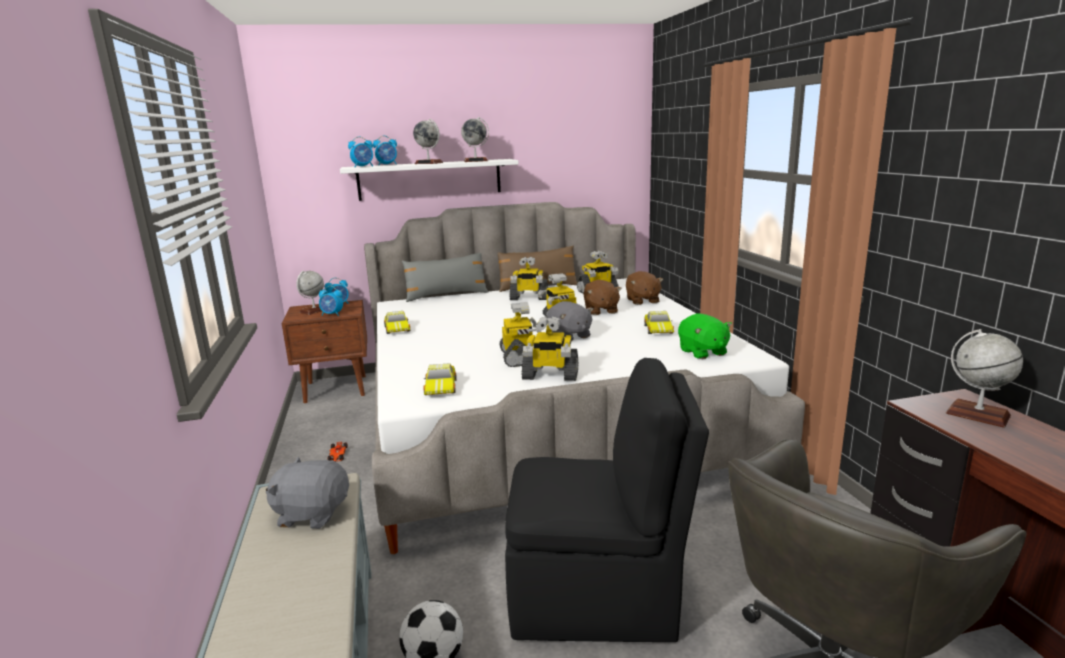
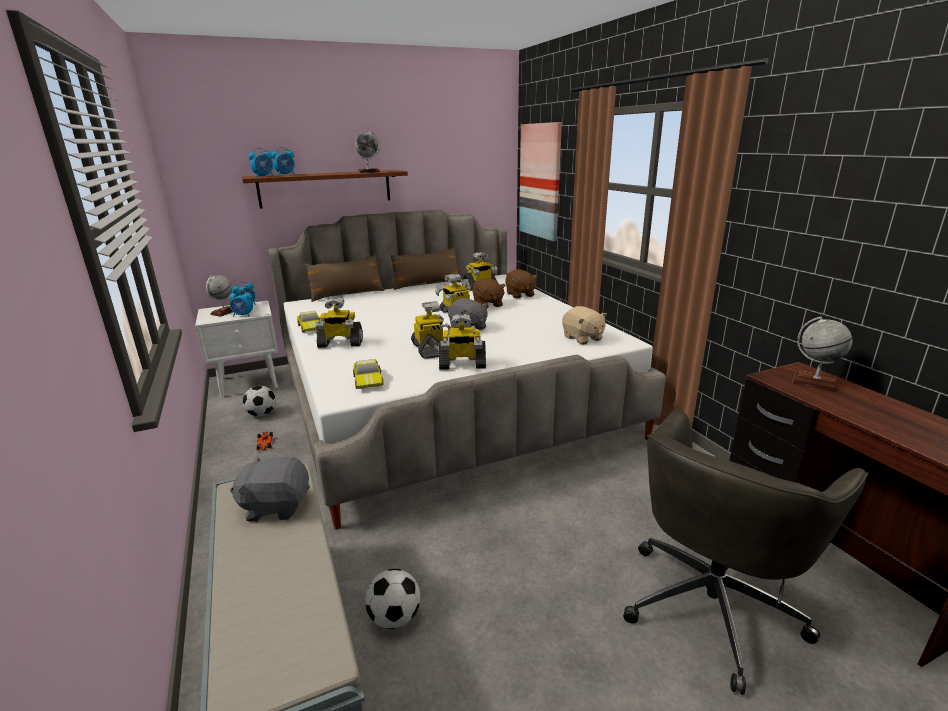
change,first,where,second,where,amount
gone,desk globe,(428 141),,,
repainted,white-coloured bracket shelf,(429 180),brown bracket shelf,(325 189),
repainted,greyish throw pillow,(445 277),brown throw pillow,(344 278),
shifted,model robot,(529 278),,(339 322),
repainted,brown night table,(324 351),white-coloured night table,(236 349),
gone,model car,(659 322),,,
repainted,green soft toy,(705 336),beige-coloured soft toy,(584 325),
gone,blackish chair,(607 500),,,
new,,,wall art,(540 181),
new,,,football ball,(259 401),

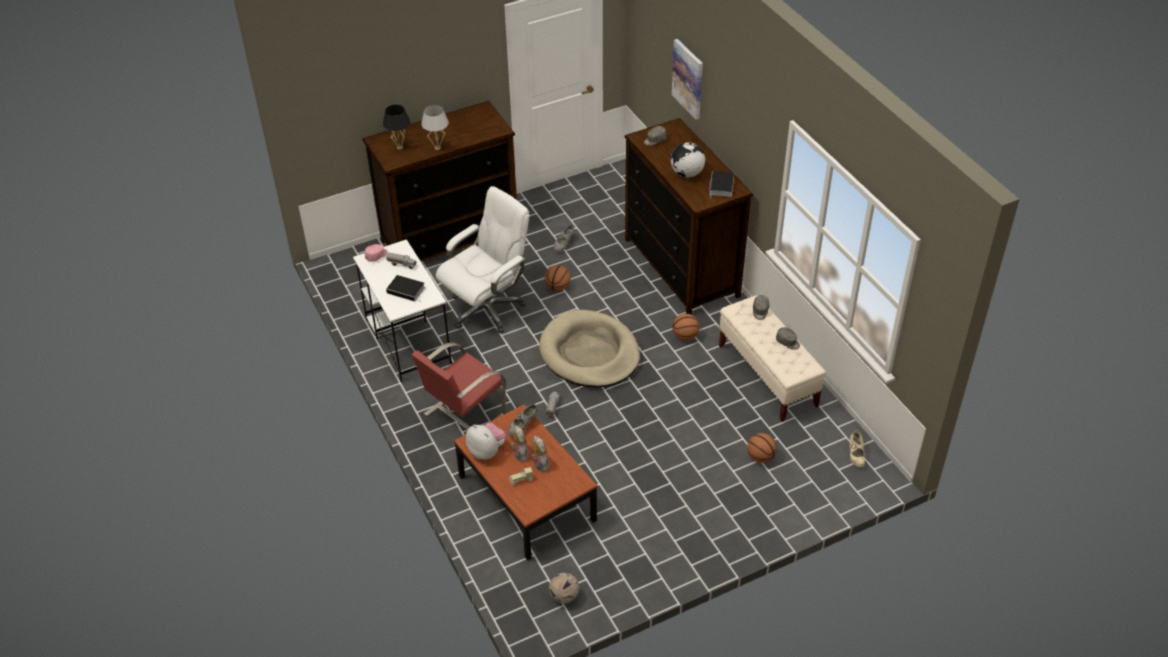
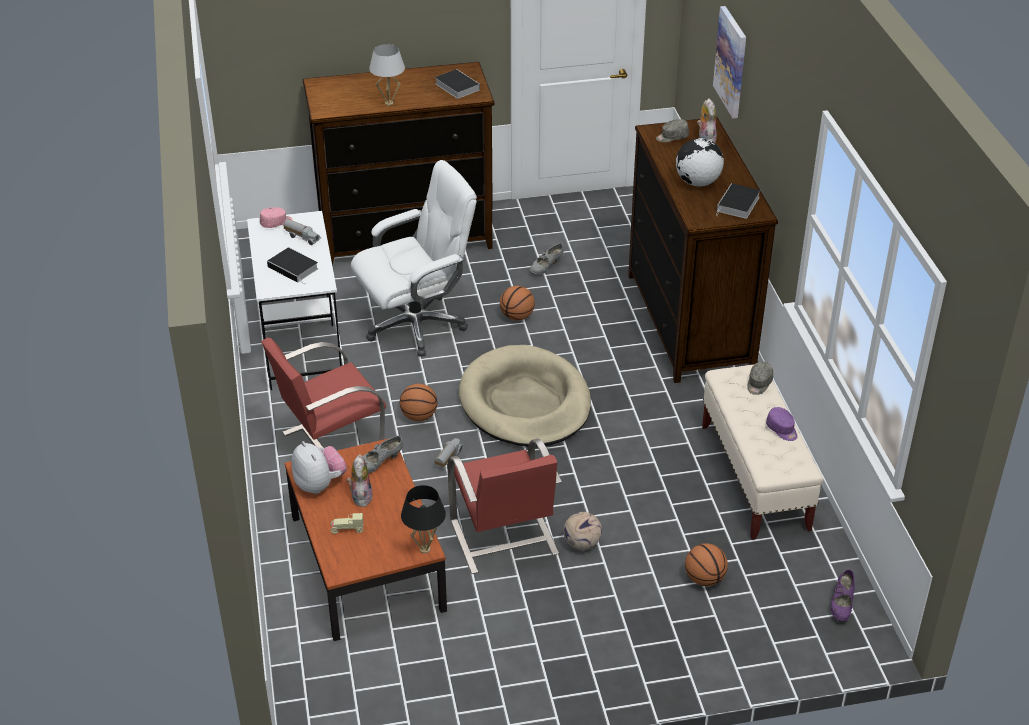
change,first,where,second,where,amount
shifted,blackish lamp for a table,(396 127),,(423 519),
shifted,basketball ball,(686 327),,(418 402),
repainted,greyish peaked cap,(788 338),purple-coloured peaked cap,(782 424),
repainted,beige-coloured shoe,(857 449),purple-coloured shoe,(843 595),
shifted,soft toy,(540 454),,(707 120),
shifted,football ball,(564 588),,(582 531),
new,,,book,(457 84),
new,,,reddish chair,(504 506),

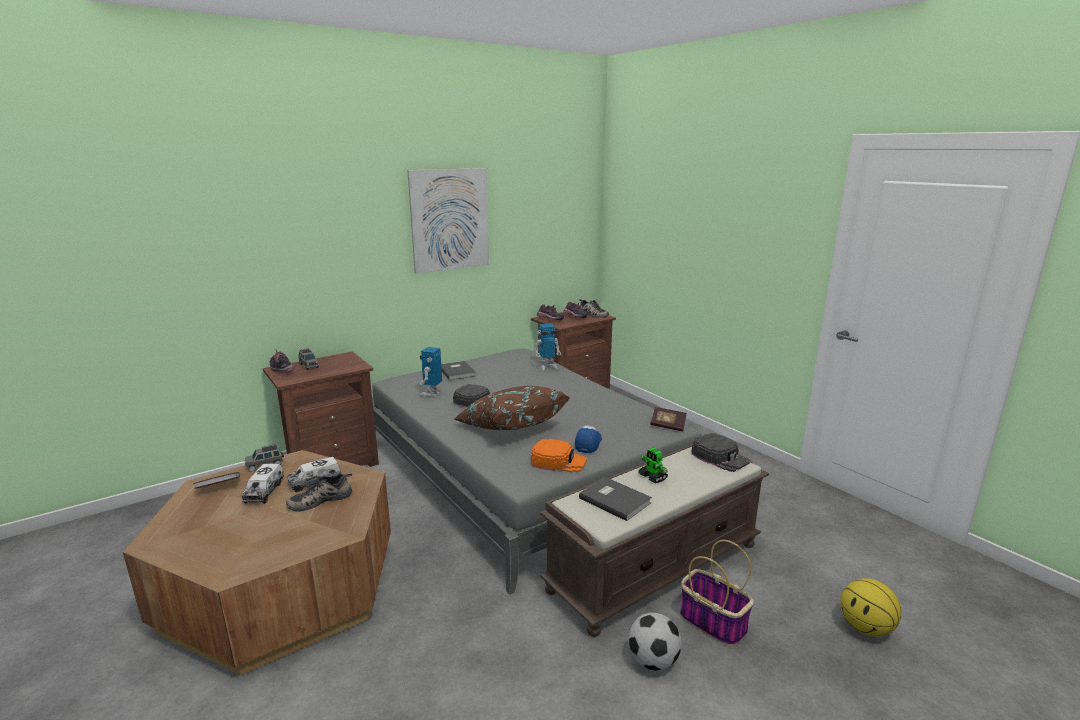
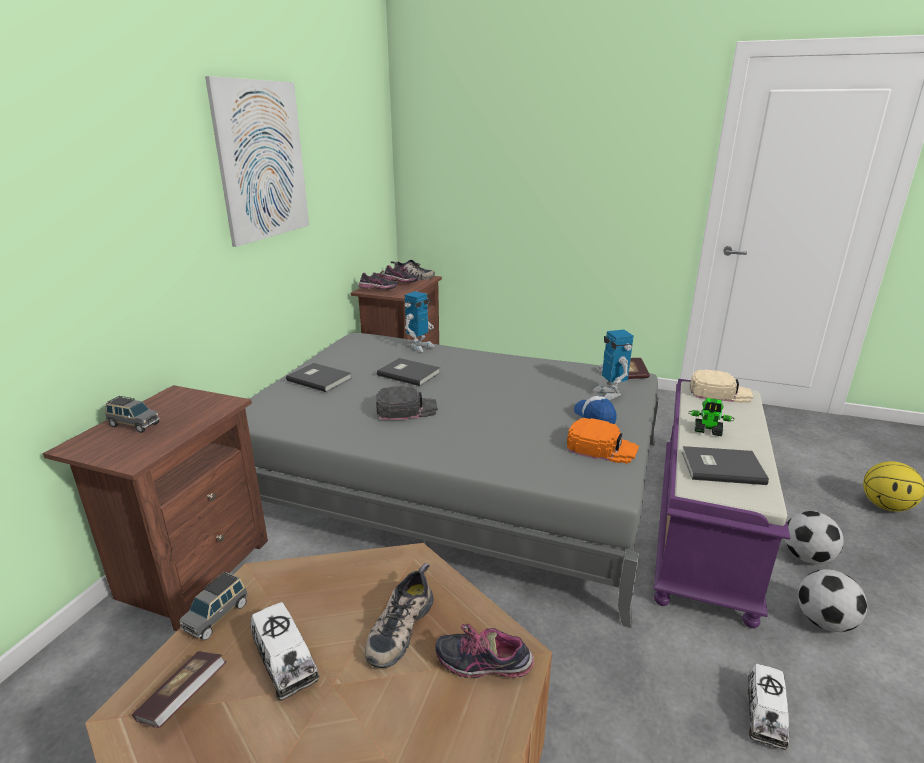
change,first,where,second,where,amount
shifted,model robot,(430 372),,(613 365),
shifted,shoe,(282 362),,(484 651),
gone,brown throw pillow,(512 408),,,
repainted,blackish peaked cap,(720 452),beige-coloured peaked cap,(721 386),
rotated,orangey peaked cap,(559 455),,(603 441),45 degrees clockwise
repainted,brown indoor bench,(654 540),purple-coloured indoor bench,(722 503),
shifted,toy lorry,(314 474),,(769 706),
swapped,storage basket,(717 593),football ball,(814 537),
new,,,greyish book,(409 372),

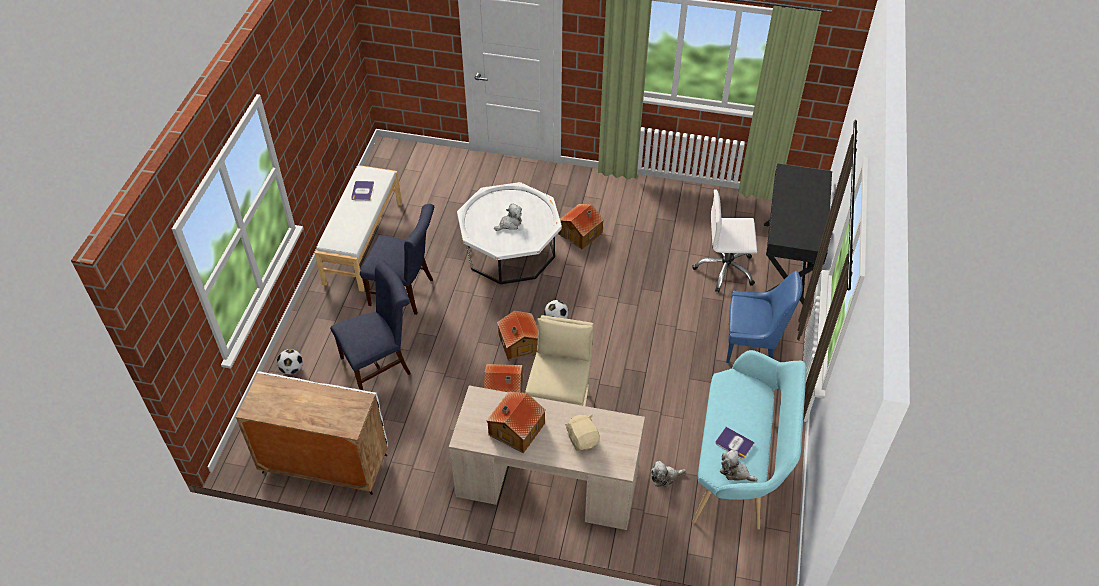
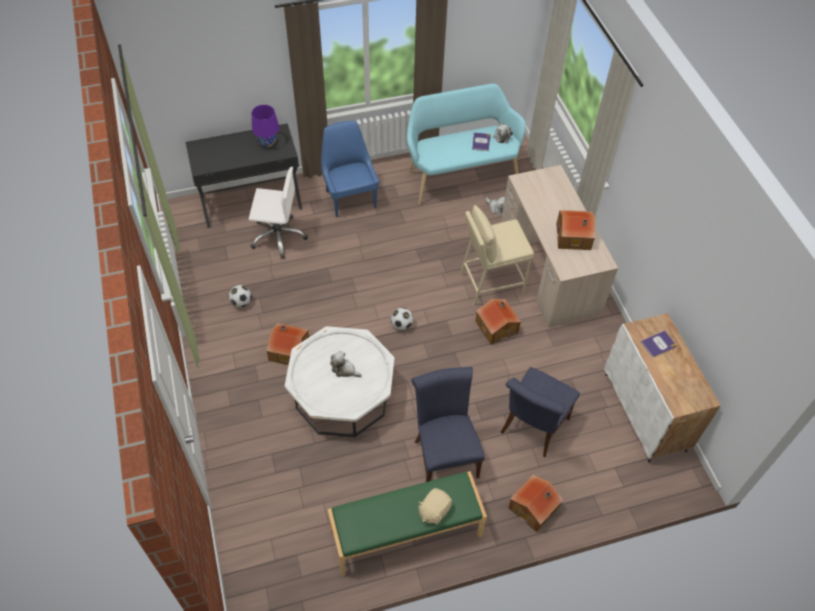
change,first,where,second,where,amount
repainted,white-coloured indoor bench,(358 228),green indoor bench,(407 523),
shifted,book,(362 191),,(658 343),
rotated,white-coloured office chair,(725 241),,(278 213),60 degrees counterclockwise
rotated,blue-coloured chair,(370 325),,(540 412),90 degrees counterclockwise
shifted,miniature house,(517 336),,(535 503),
shifted,football ball,(290 361),,(240 296),
shifted,beige-coloured soft toy,(582 432),,(435 506),
new,,,purple-coloured lamp for a table,(265 126),

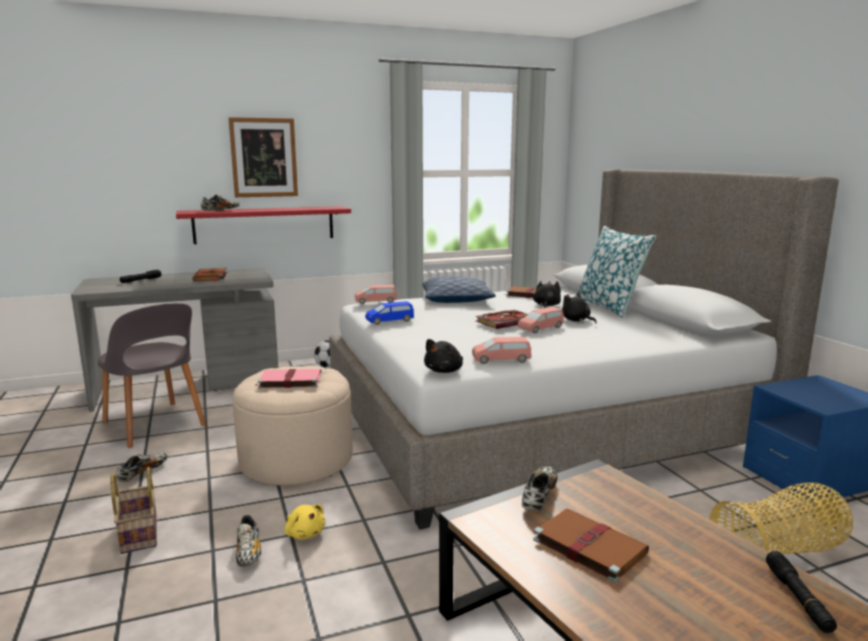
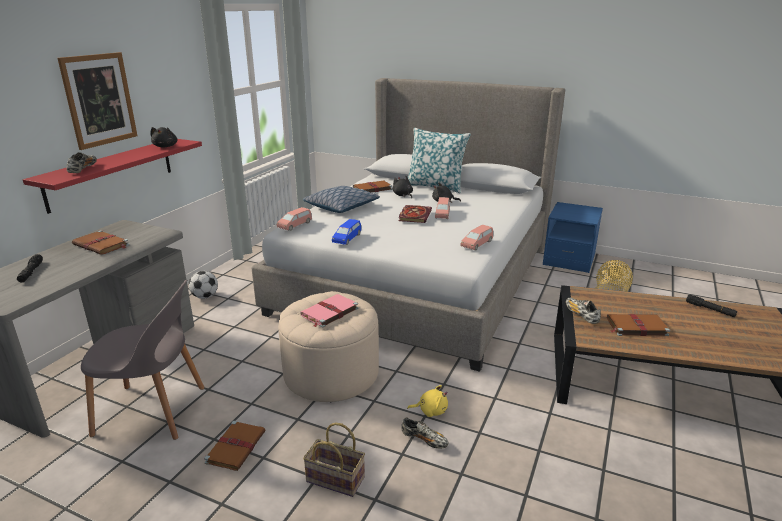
change,first,where,second,where,amount
shifted,blackish soft toy,(443 356),,(163 137),
swapped,shoe,(141 467),brown book,(235 446),

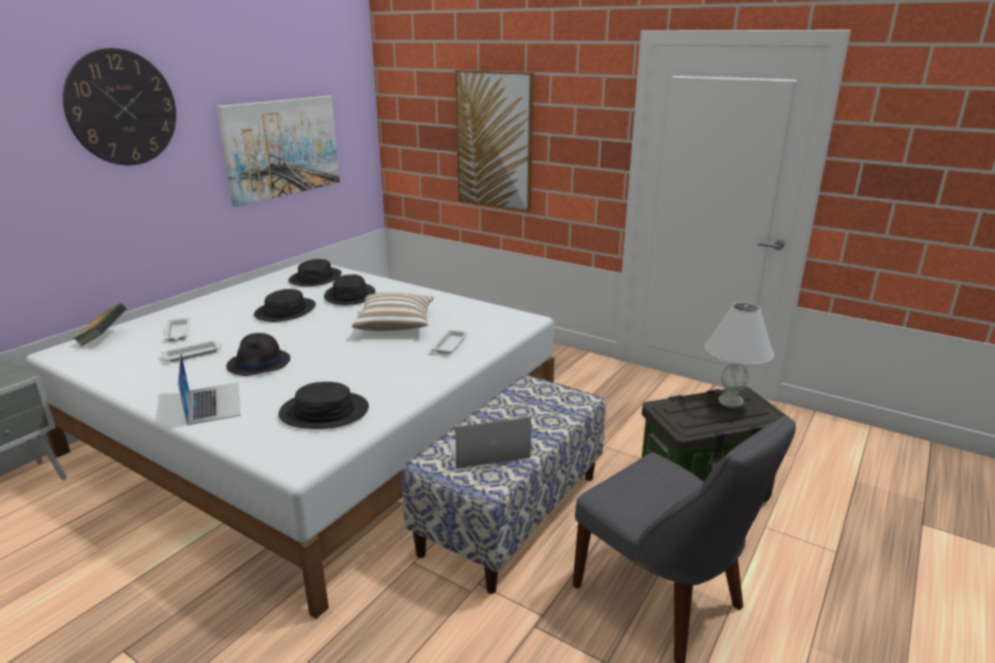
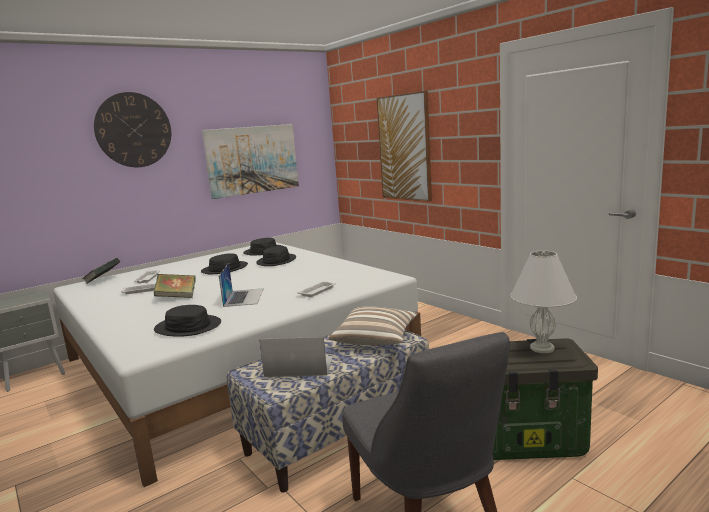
change,first,where,second,where,amount
shifted,throw pillow,(392 312),,(373 325),
swapped,blackish hat,(258 354),book,(175 286),
shifted,portable computer,(209 388),,(241 285),

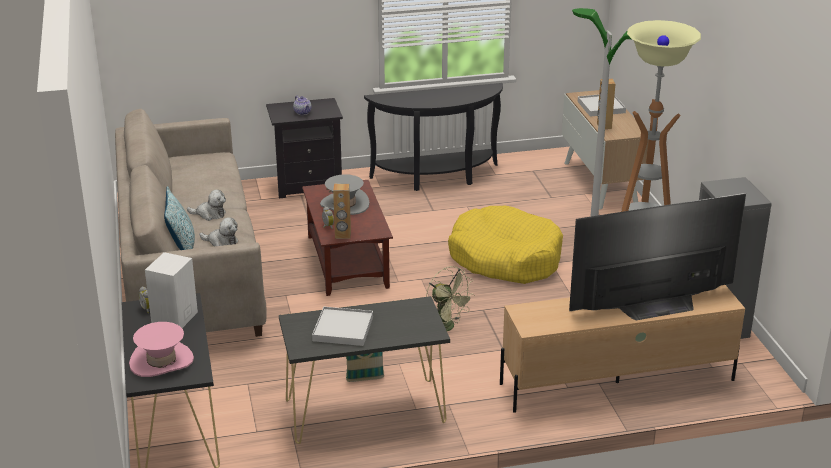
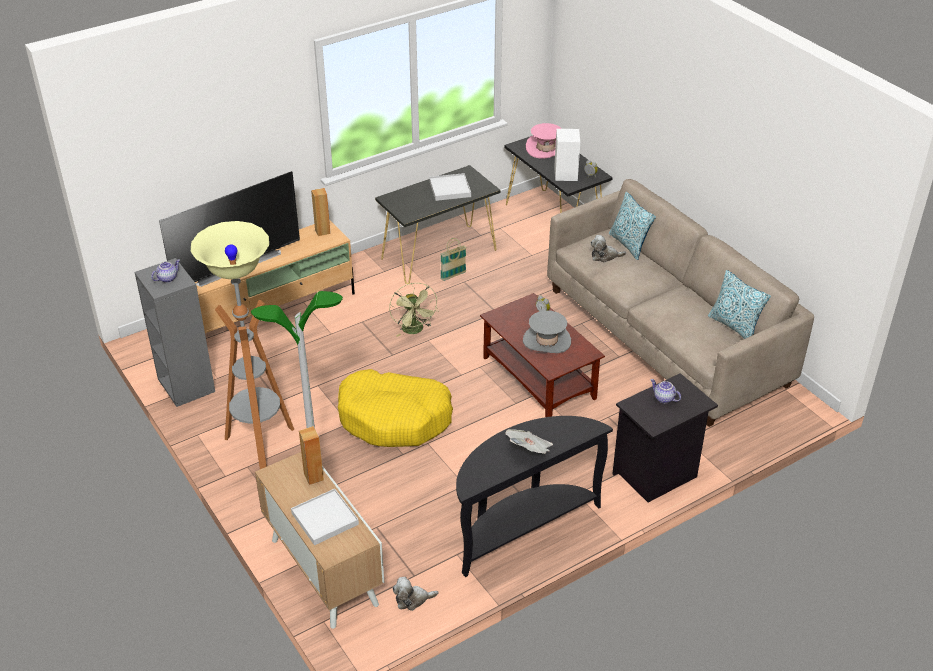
change,first,where,second,where,amount
shifted,brown audio speaker,(342 211),,(321 212),
shifted,soft toy,(206 205),,(415 594),
rotated,green fan,(450 298),,(413 310),135 degrees counterclockwise
new,,,pot for tea,(165 271),
new,,,throw pillow,(739 304),
new,,,daily paper,(529 441),

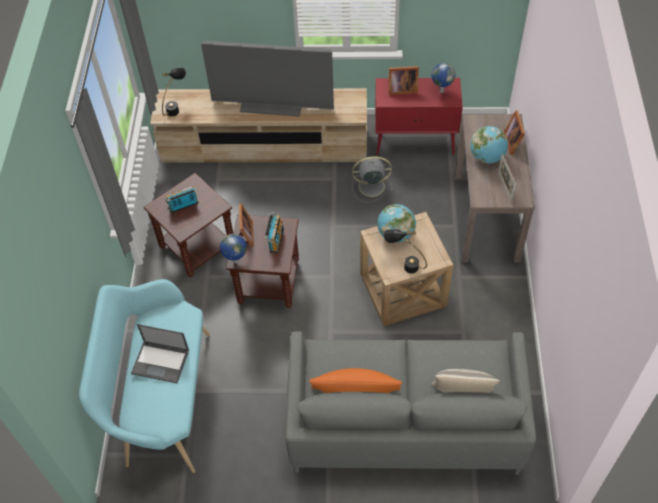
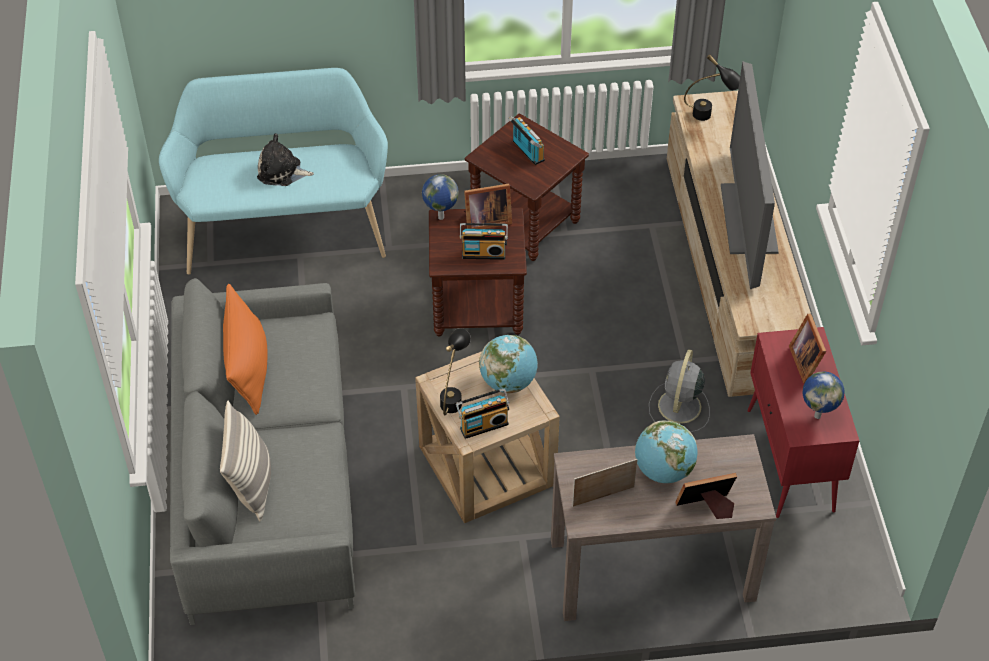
change,first,where,second,where,amount
rotated,greyish fan,(372 179),,(679 390),150 degrees counterclockwise
swapped,portable computer,(160 354),soft toy,(285 160),
new,,,radio,(482 413),

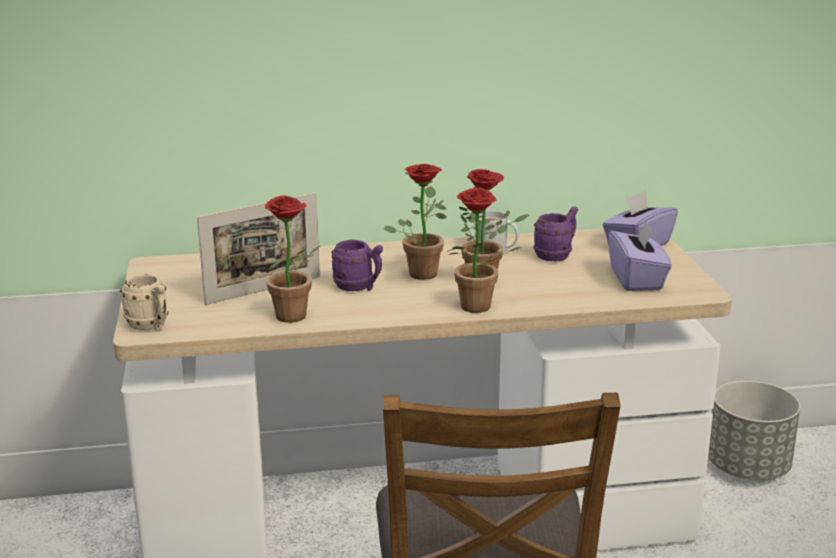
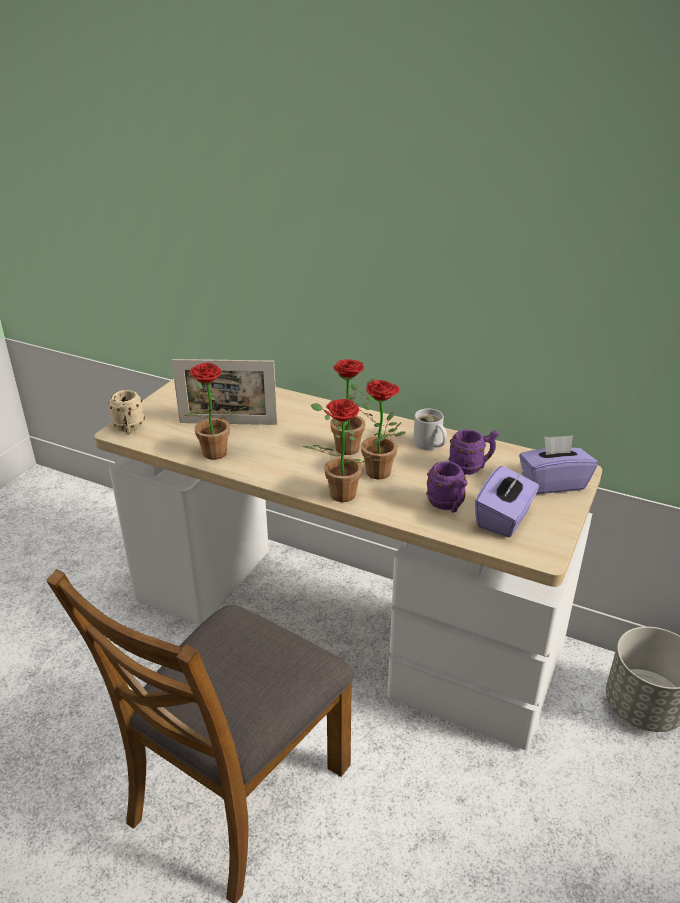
change,first,where,second,where,amount
shifted,purple-coloured coffee mug,(357 265),,(446 487),

